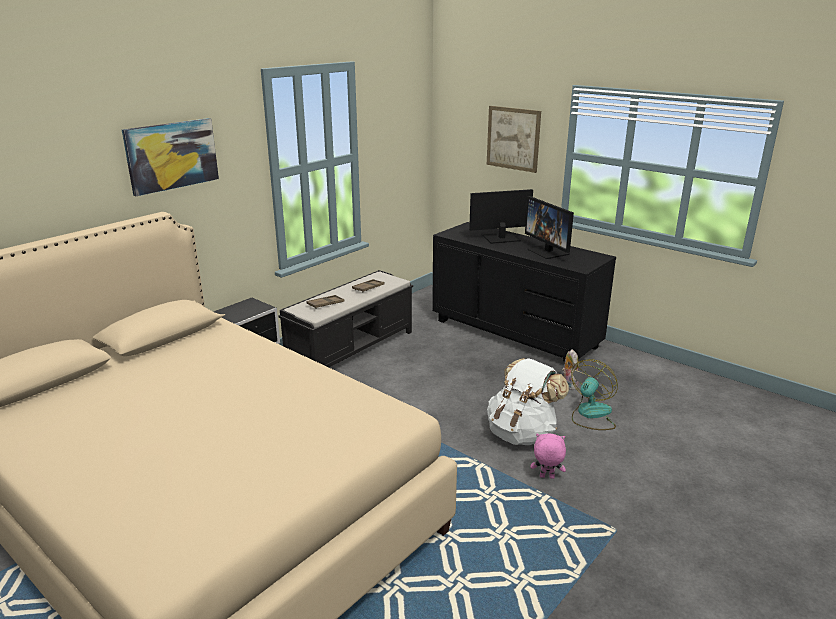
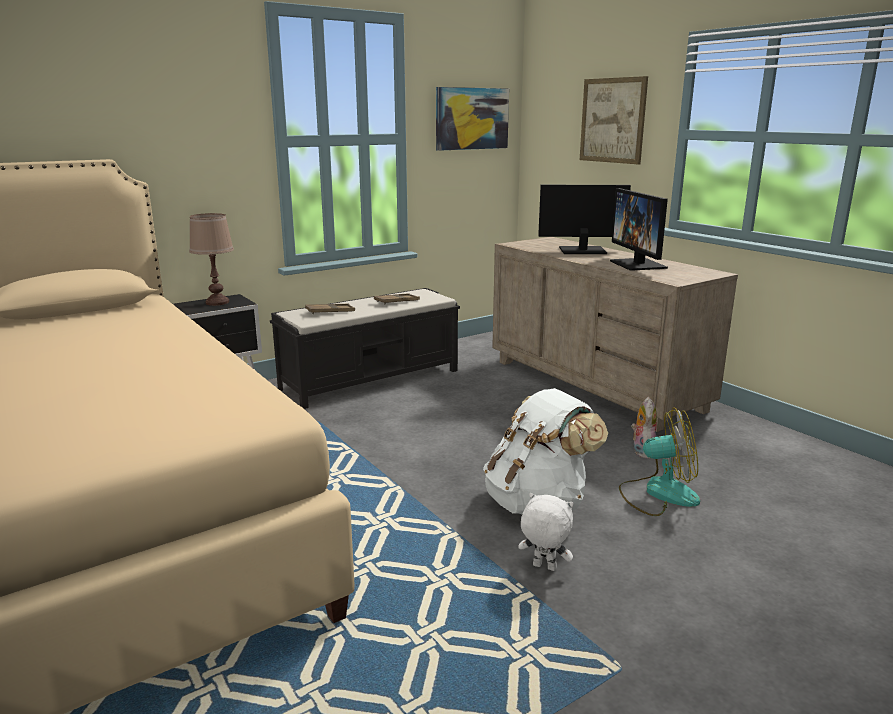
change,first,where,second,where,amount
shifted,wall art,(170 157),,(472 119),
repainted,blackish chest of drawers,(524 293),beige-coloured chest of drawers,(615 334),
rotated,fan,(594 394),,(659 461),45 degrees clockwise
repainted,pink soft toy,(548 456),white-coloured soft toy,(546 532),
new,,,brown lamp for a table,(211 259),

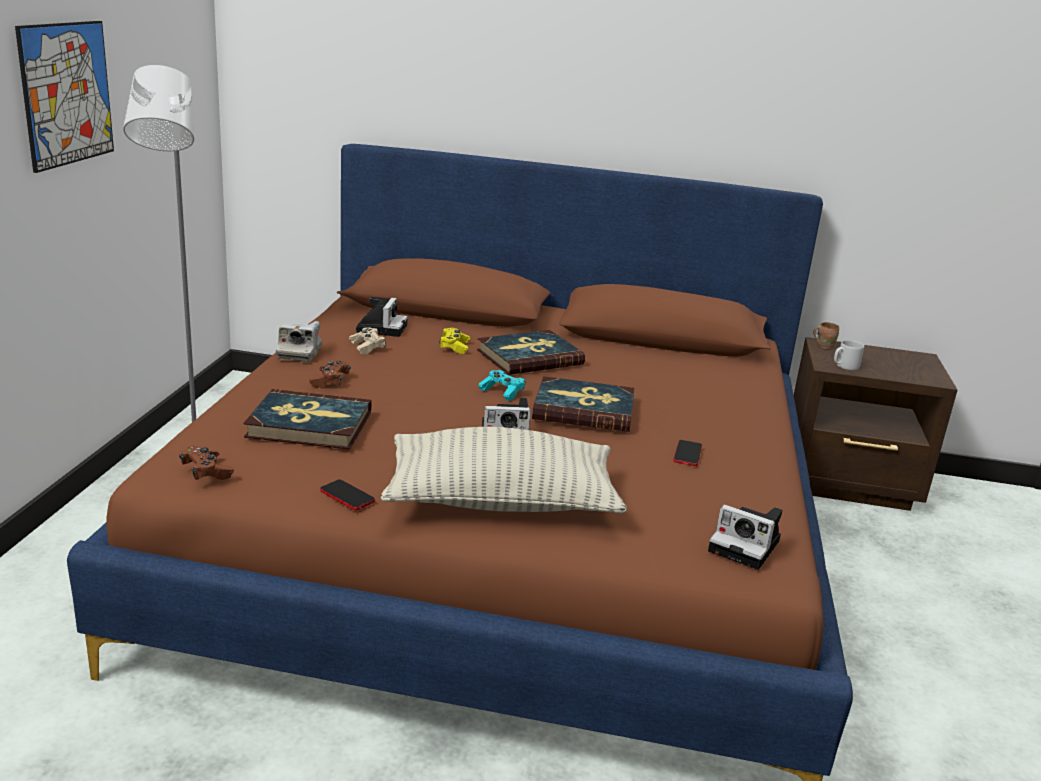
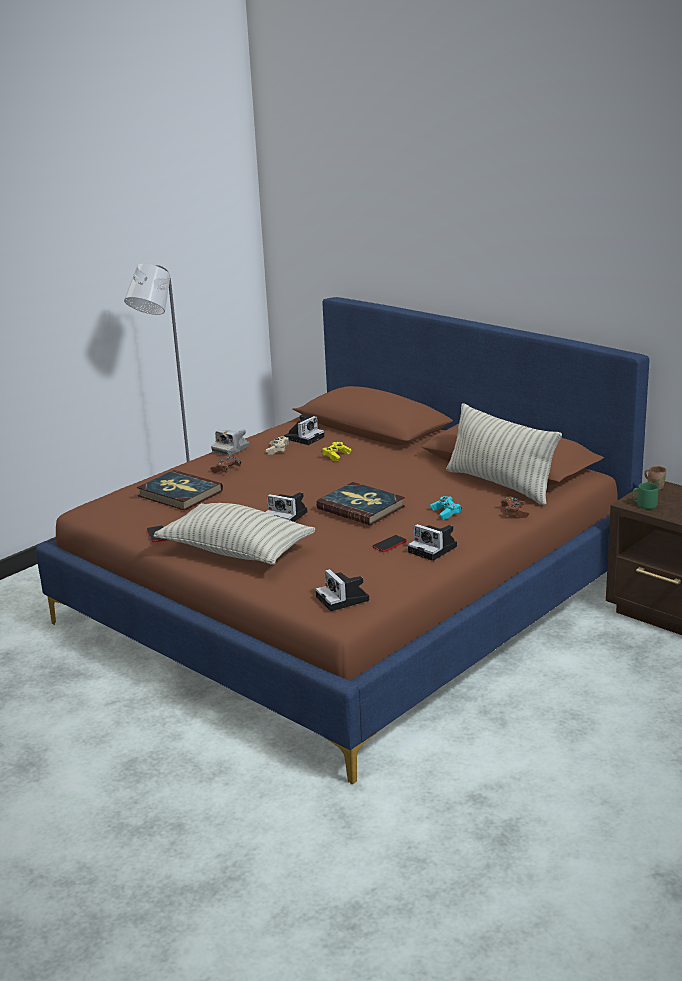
change,first,where,second,where,amount
gone,wall art,(64 97),,,
gone,book,(531 352),,,
repainted,greyish coffee mug,(849 355),green coffee mug,(645 496),
shifted,blue-green joypad,(501 385),,(446 508),
shifted,brown joypad,(206 463),,(515 507),
new,,,throw pillow,(504 454),
new,,,photo camera,(432 542),

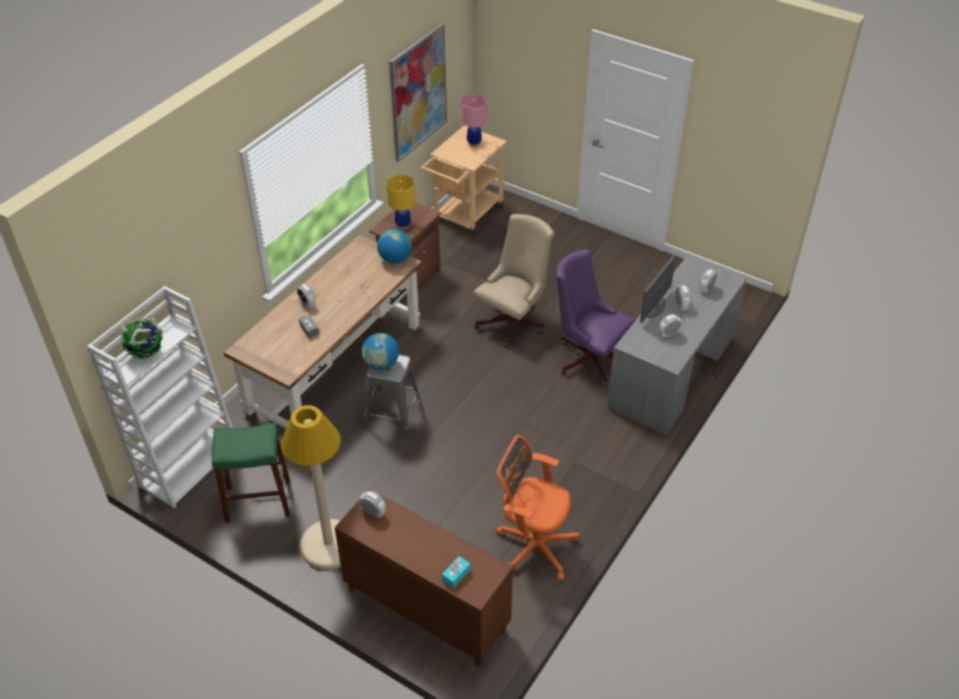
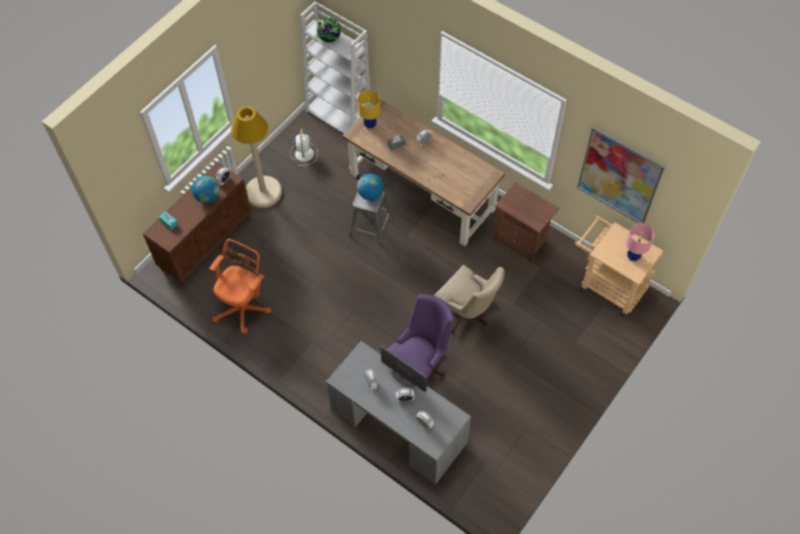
change,first,where,second,where,amount
shifted,yellowish lamp for a table,(401 202),,(369 110),
shifted,desk globe,(394 246),,(206 189),
swapped,green sitting stool,(251 473),white-coloured fan,(304 147),

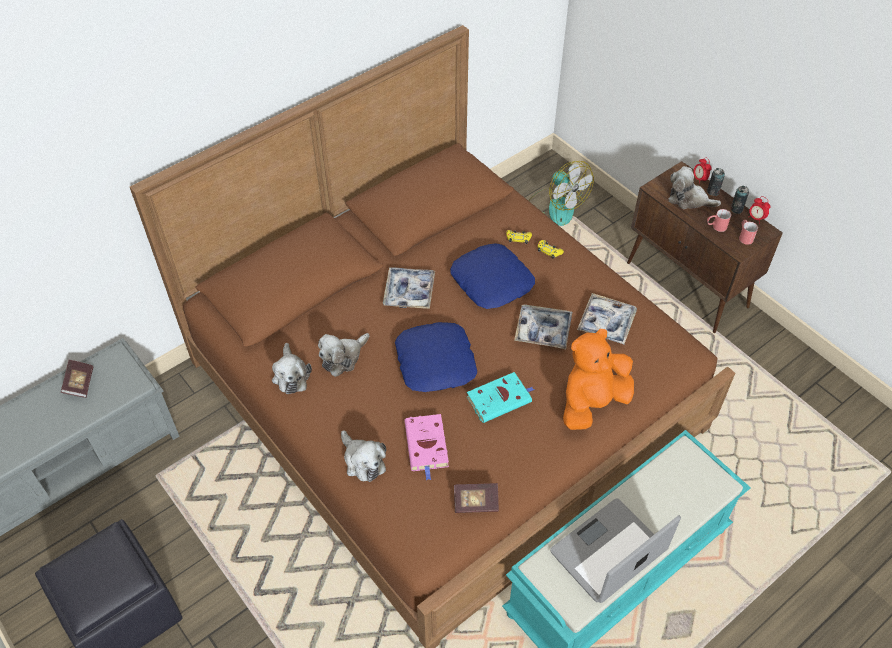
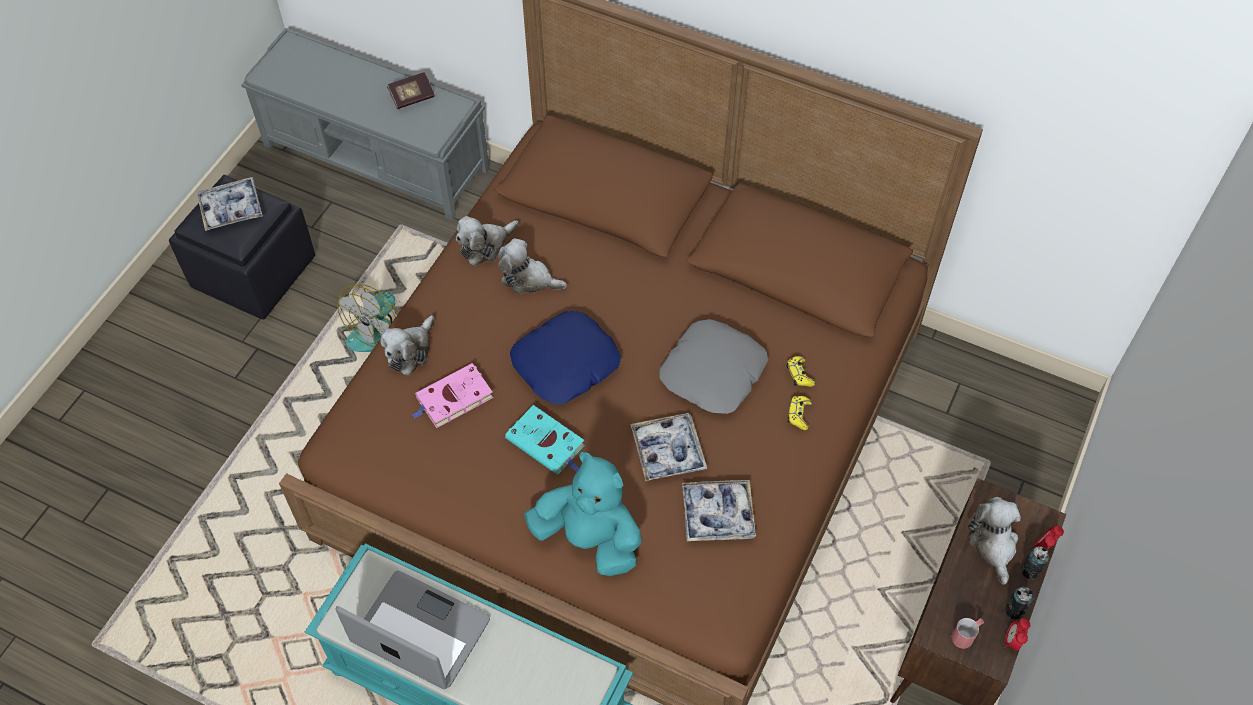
change,first,where,second,where,amount
shifted,fan,(561 193),,(370 318),
gone,reddish coffee mug,(719 220),,,
repainted,blue-coloured throw pillow,(492 276),greyish throw pillow,(714 366),
shifted,tray,(409 288),,(230 204),
repainted,orangey soft toy,(598 379),blue-green soft toy,(582 514),
gone,book,(476 498),,,

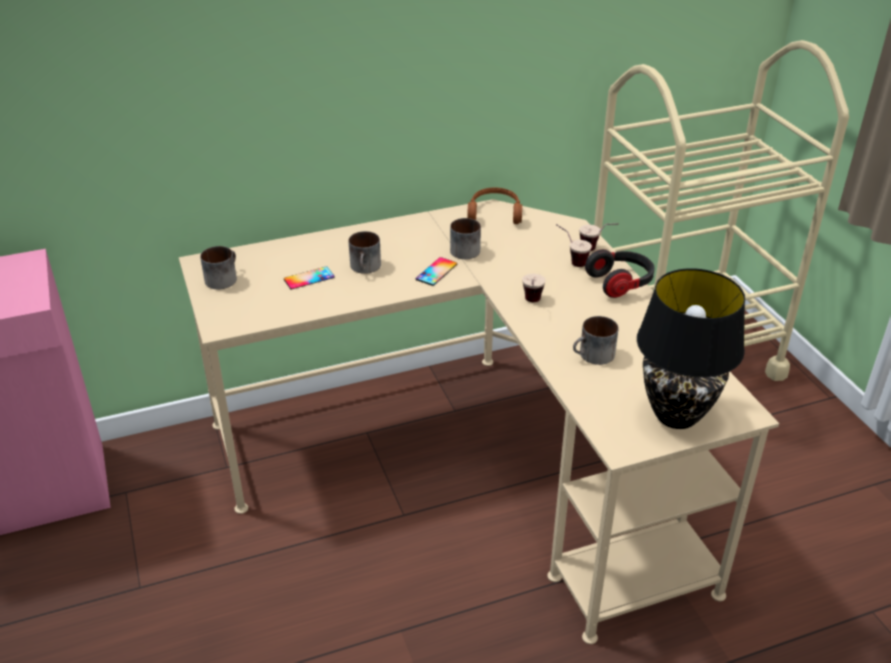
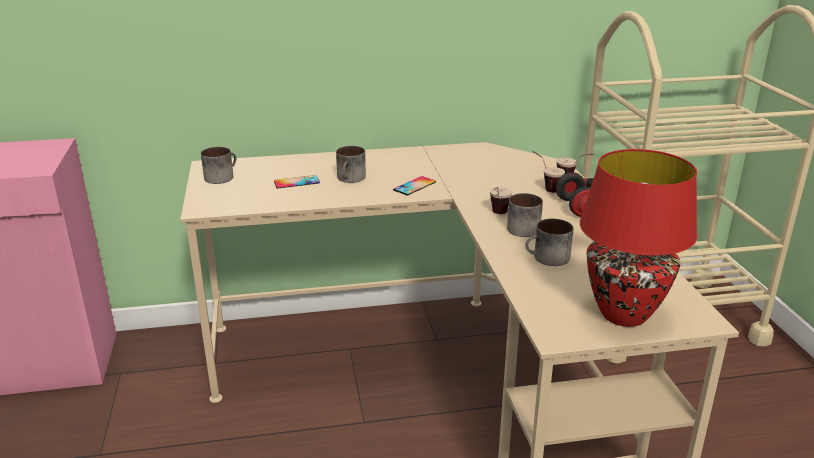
change,first,where,second,where,amount
gone,brown headset,(494 206),,,
shifted,coffee mug,(465 238),,(525 215),
repainted,blackish lamp for a table,(691 348),reddish lamp for a table,(638 238),

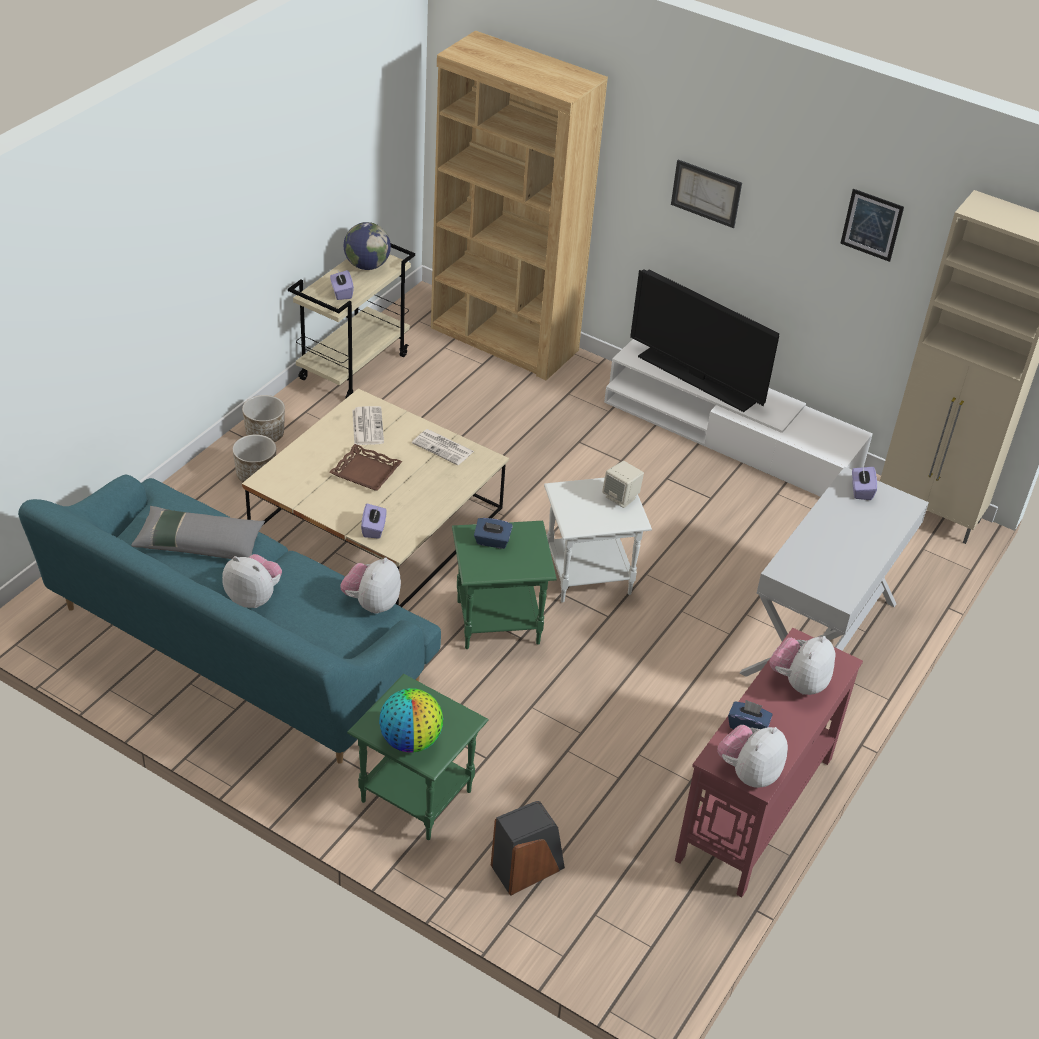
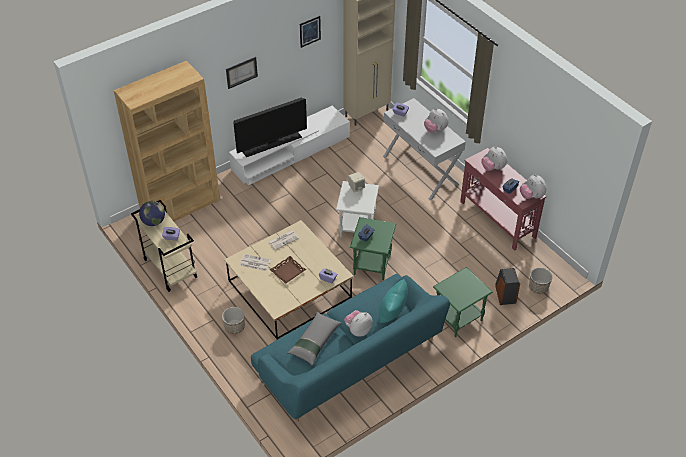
change,first,where,second,where,amount
shifted,flower pot,(263 418),,(540 281),
shifted,soft toy,(370 585),,(436 120),
gone,desk globe,(411 720),,,
new,,,blue-green throw pillow,(393 301),

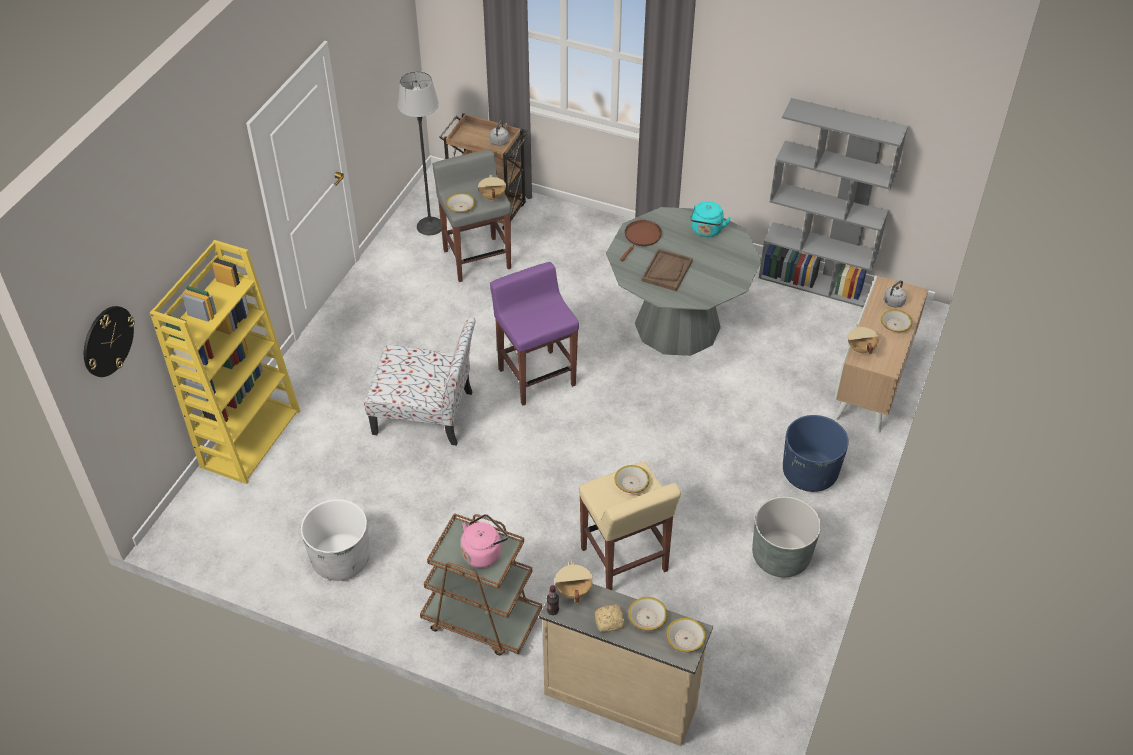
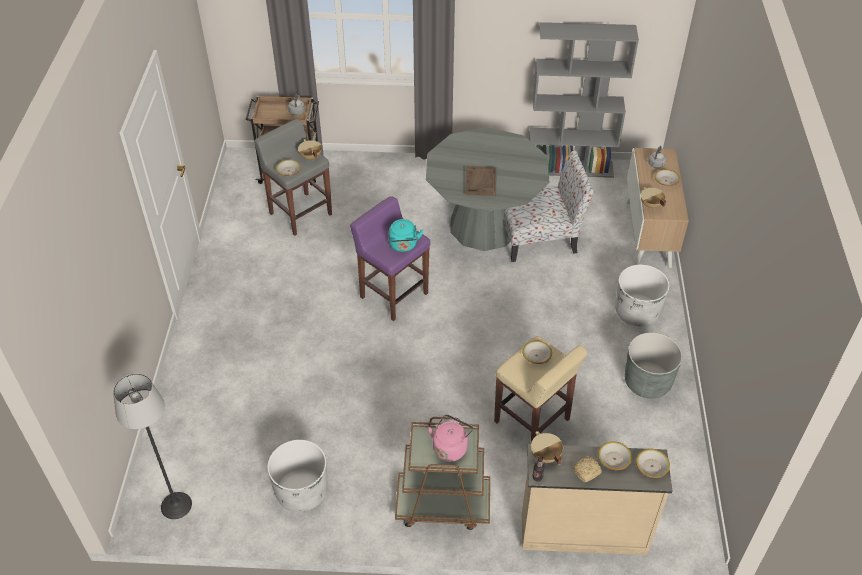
change,first,where,second,where,amount
shifted,standard lamp,(419 153),,(152 446),
shifted,blue-green kettle,(710 219),,(406 235),
gone,brown frying pan,(641 240),,,
gone,yellowish bookcase,(225 362),,,
gone,wall clock,(109 341),,,
shifted,chair,(420 381),,(549 206),
repainted,blue-coloured flower pot,(816 453),white-coloured flower pot,(642 295),

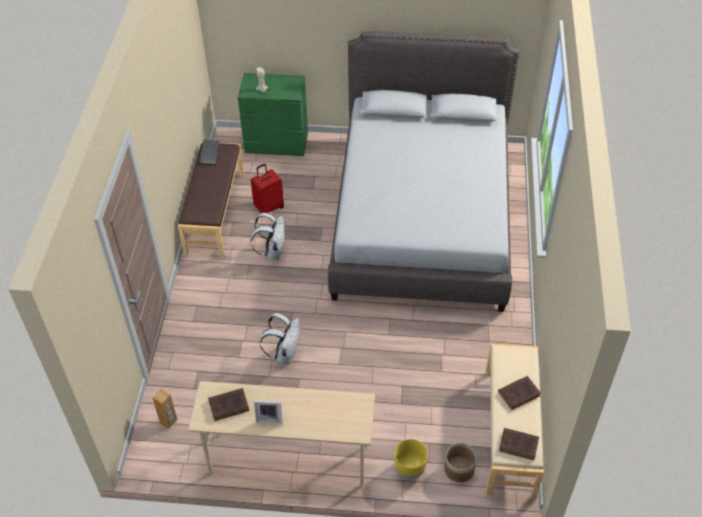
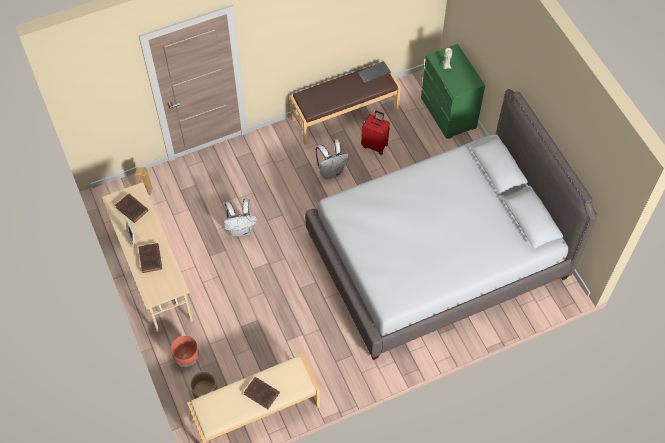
change,first,where,second,where,amount
shifted,brown book,(519 444),,(150 258),
repainted,yellowish flower pot,(411 459),brown flower pot,(185 351),

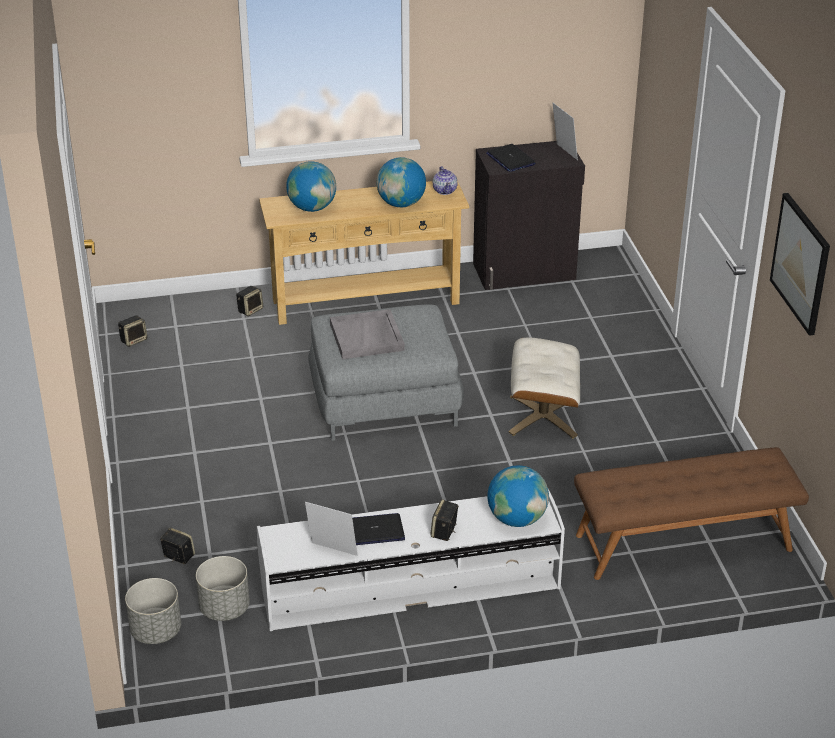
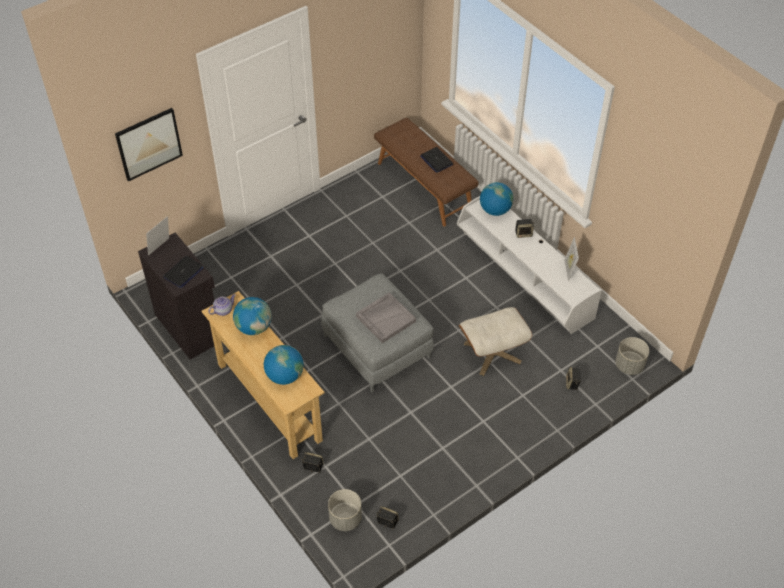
change,first,where,second,where,amount
shifted,wall art,(800 264),,(149 145),
shifted,beige-coloured ottoman,(544 388),,(495 341),
shifted,portable computer,(378 529),,(436 160),
shifted,greyish flower pot,(223 588),,(345 510),

